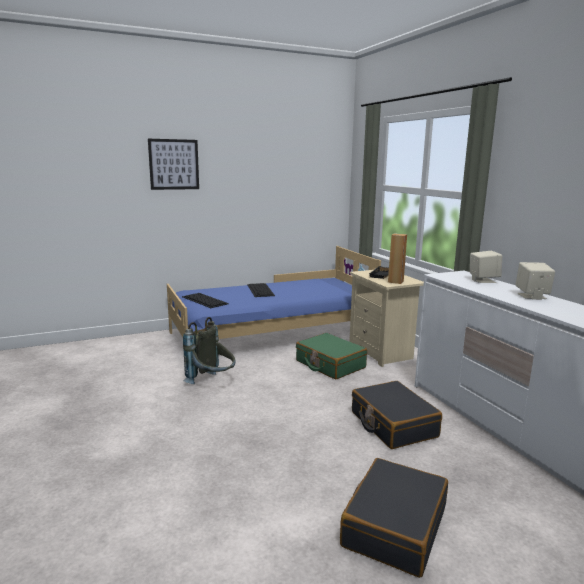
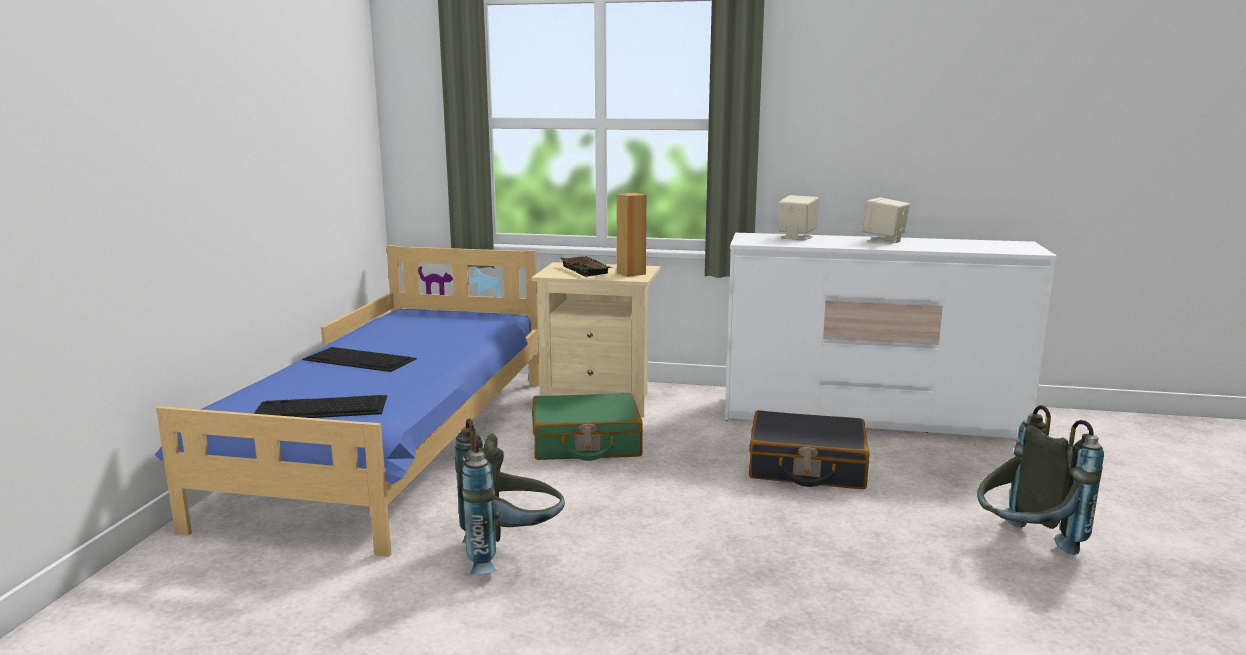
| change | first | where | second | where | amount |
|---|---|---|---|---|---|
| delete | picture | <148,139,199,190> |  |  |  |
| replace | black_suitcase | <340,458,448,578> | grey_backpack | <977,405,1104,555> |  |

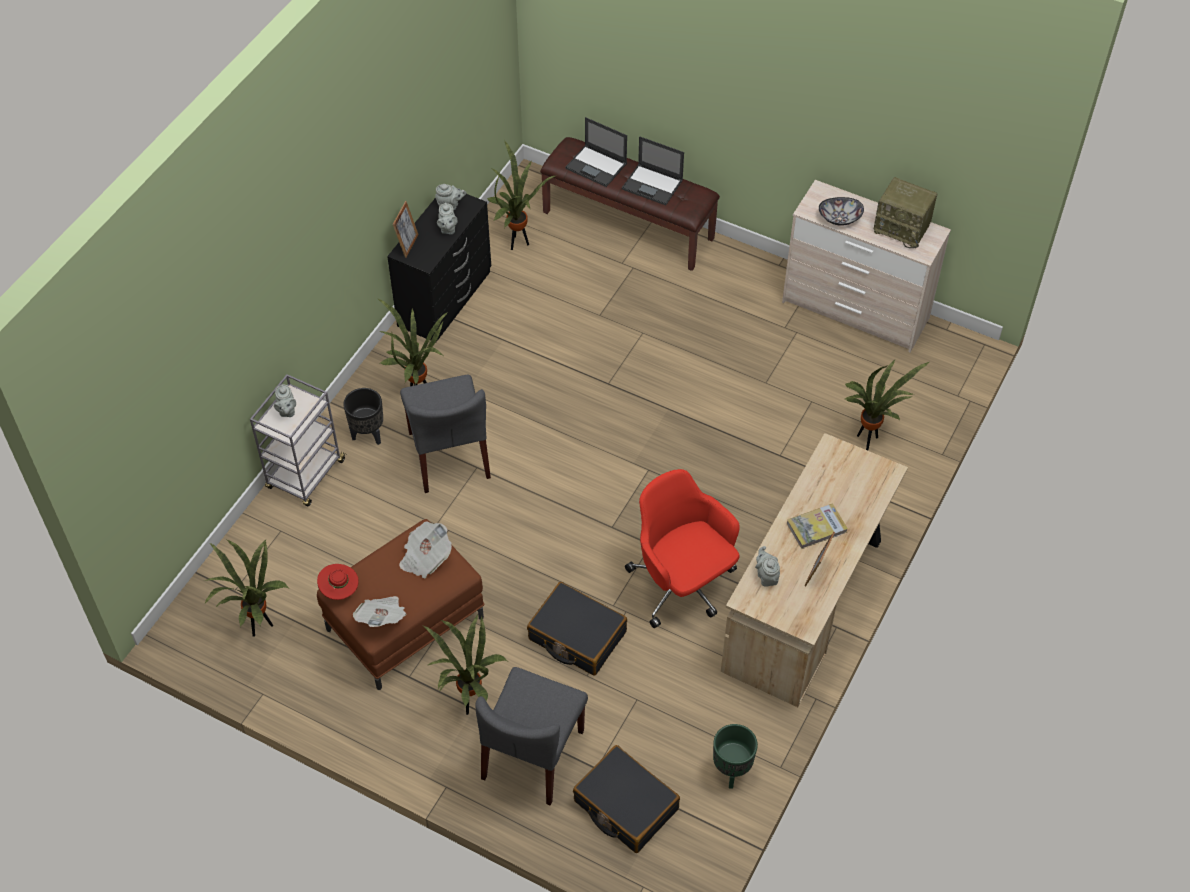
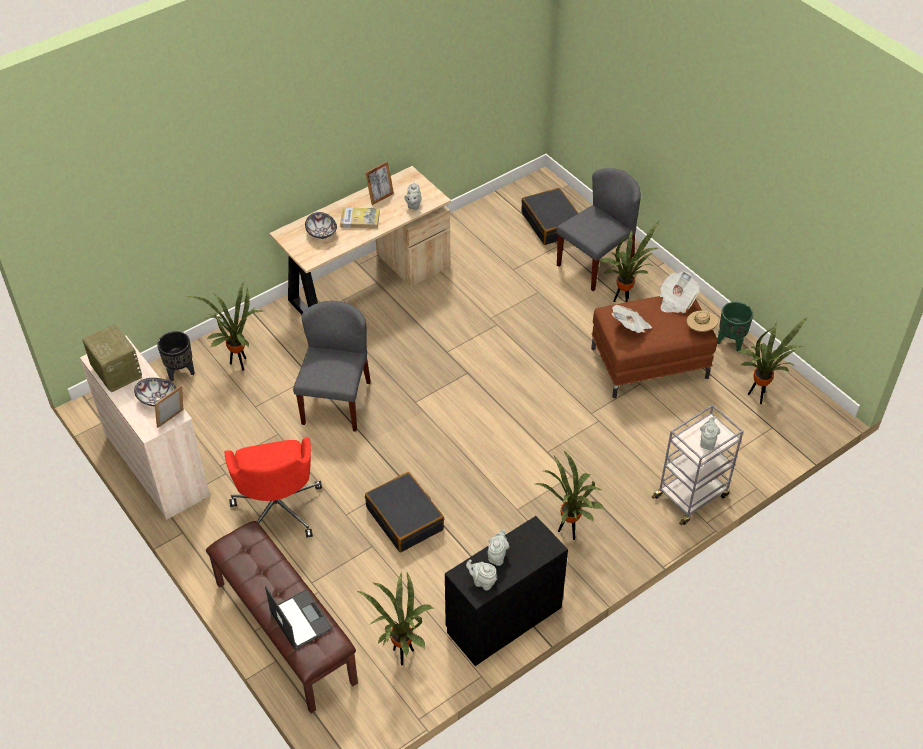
| change | first | where | second | where | amount |
|---|---|---|---|---|---|
| recolor | red_hat | <317,564,359,600> | beige_hat | <687,310,719,332> |  |
| move | black_planter | <343,388,383,445> |  | <157,331,195,381> |  |
| move | picture_frame | <393,201,419,258> |  | <155,386,183,428> |  |
| move | grey_chair | <400,375,491,493> |  | <293,301,371,431> |  |
| move | black_suitcase | <527,582,627,676> |  | <365,472,444,552> |  |
| delete | laptop | <622,136,684,205> |  |  |  |
| move | red_office_chair | <625,469,740,628> |  | <224,438,322,538> |  |
| move | green_planter | <713,724,758,789> |  | <717,302,753,352> |  |
| insert |  |  | bowl | <305,212,337,239> |  |

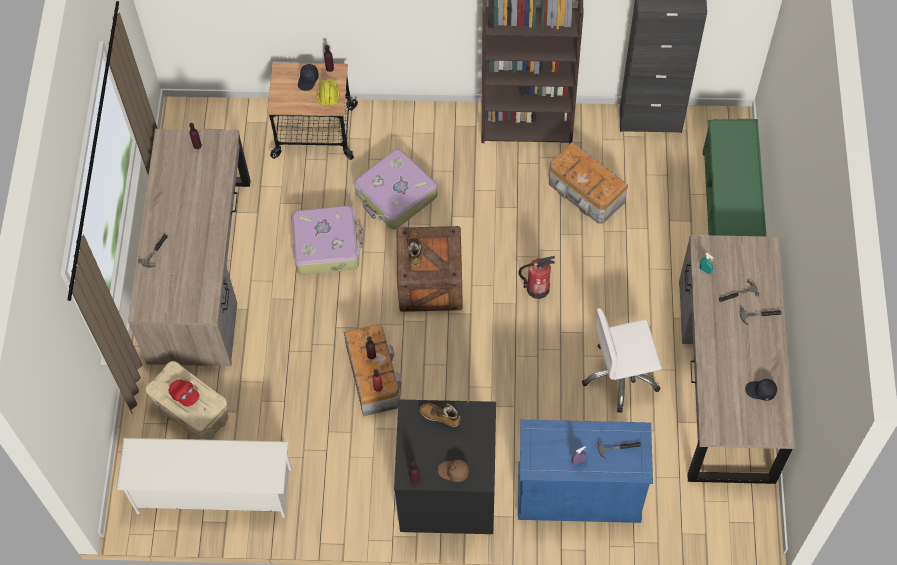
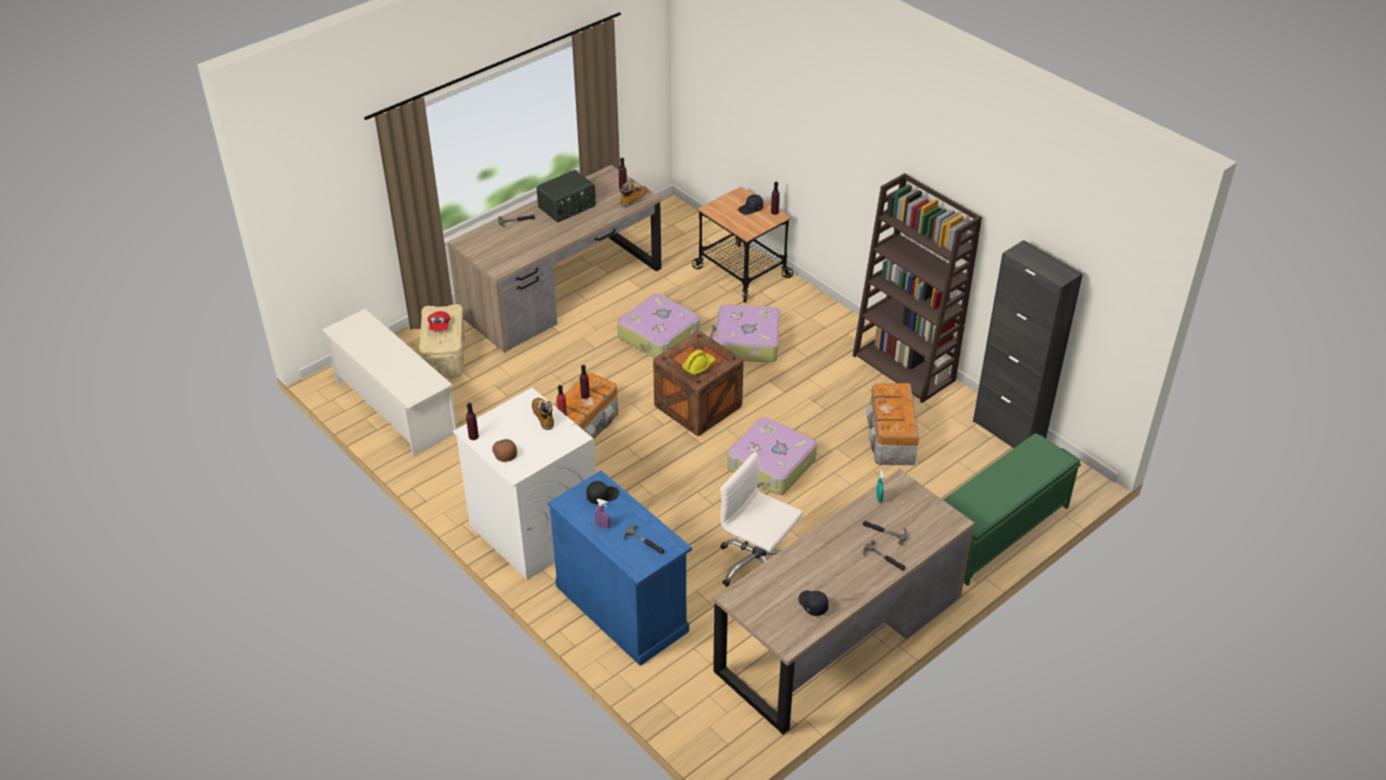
| change | first | where | second | where | amount |
|---|---|---|---|---|---|
| move | yellow_hard_hat | <317,79,339,106> |  | <682,349,715,375> |  |
| recolor | black_washing_machine | <394,400,496,534> | white_washing_machine | <453,388,596,580> |  |
| move | boot | <407,231,423,266> |  | <620,182,648,207> |  |
| replace | fire_extinguisher | <518,256,555,299> | suitcase | <727,417,817,495> |  |
| insert |  |  | radio | <537,170,596,223> |  |
| insert |  |  | black_cap | <586,481,619,504> |  |

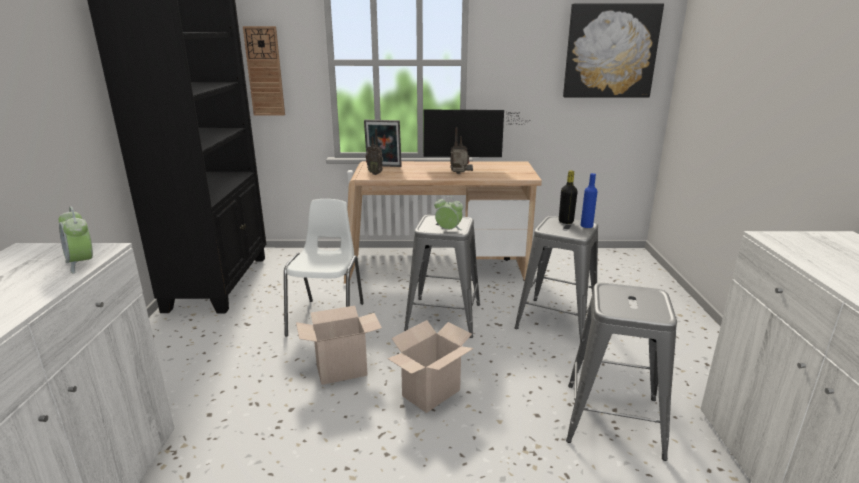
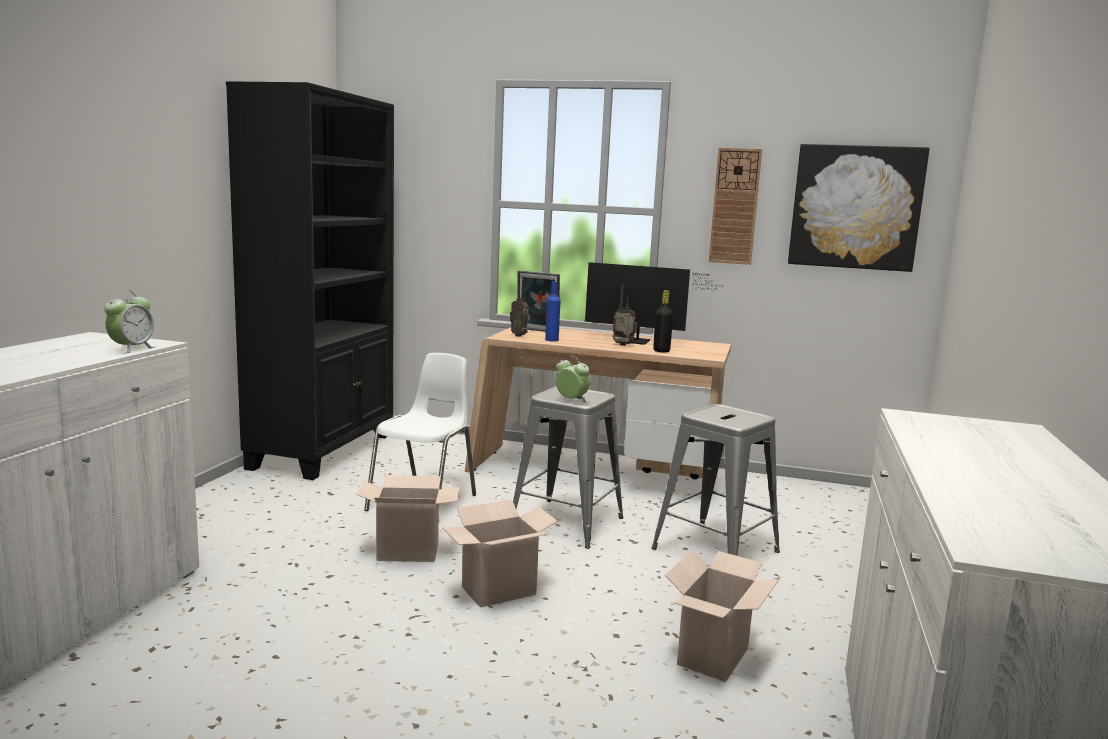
| change | first | where | second | where | amount |
|---|---|---|---|---|---|
| rotate | alarm_clock | <59,207,93,273> |  | <104,290,155,354> | 135 degrees counterclockwise |
| move | wall_clock | <243,26,285,116> |  | <709,148,762,265> |  |
| move | black_bottle | <559,170,578,224> |  | <653,290,673,353> |  |
| replace | grey_stool | <566,283,677,461> | cardboard_box | <665,550,779,682> |  |
| move | blue_bottle | <580,173,598,228> |  | <545,281,561,341> |  |

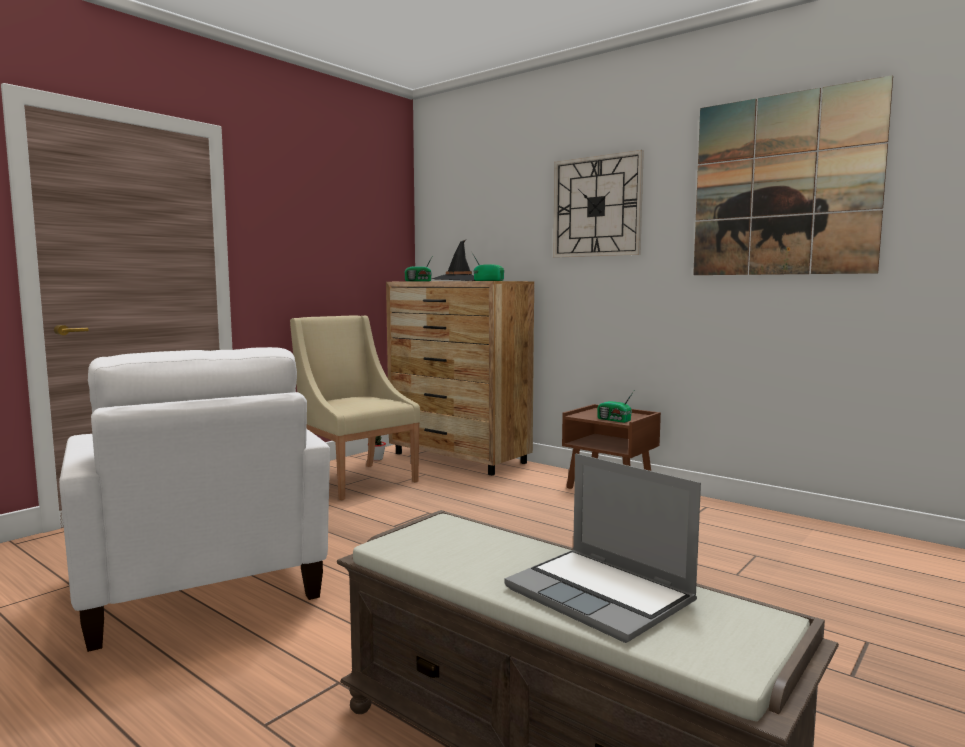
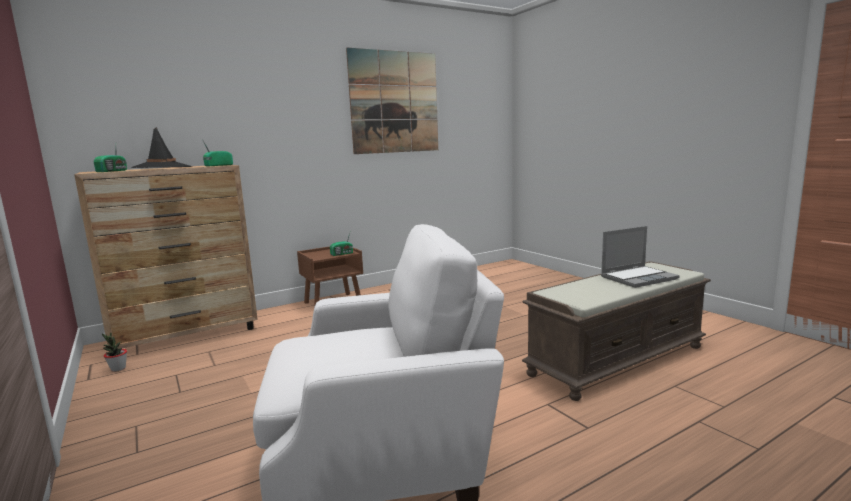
| change | first | where | second | where | amount |
|---|---|---|---|---|---|
| delete | beige_armchair | <290,316,420,500> |  |  |  |
| delete | wall_clock | <553,150,644,258> |  |  |  |

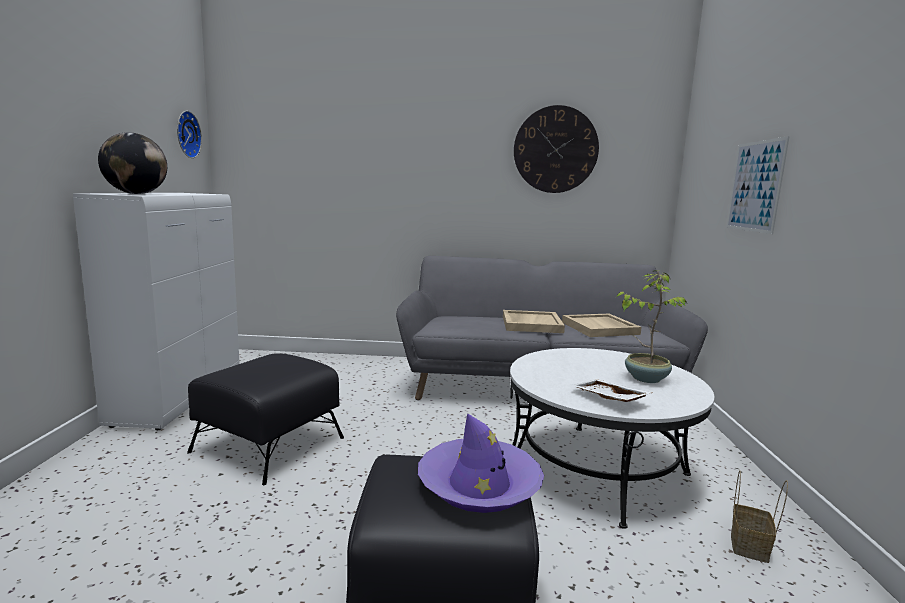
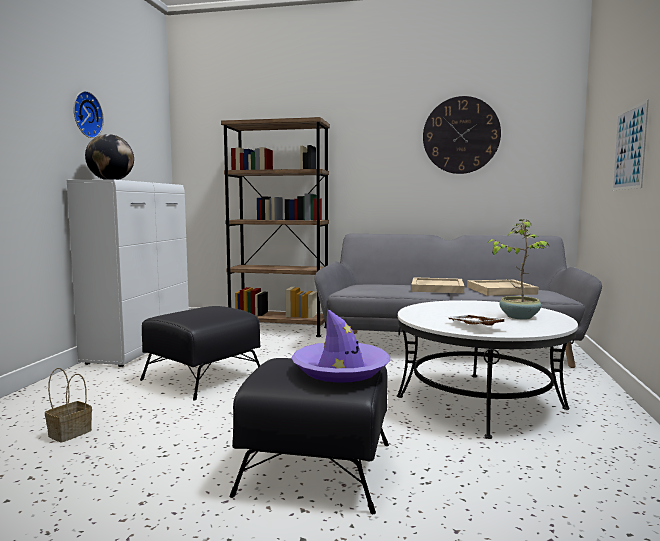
| change | first | where | second | where | amount |
|---|---|---|---|---|---|
| move | wall_clock | <177,111,202,158> |  | <74,91,104,138> |  |
| move | basket | <731,470,788,563> |  | <45,368,92,442> |  |
| insert |  |  | brown_bookcase | <221,117,330,337> |  |

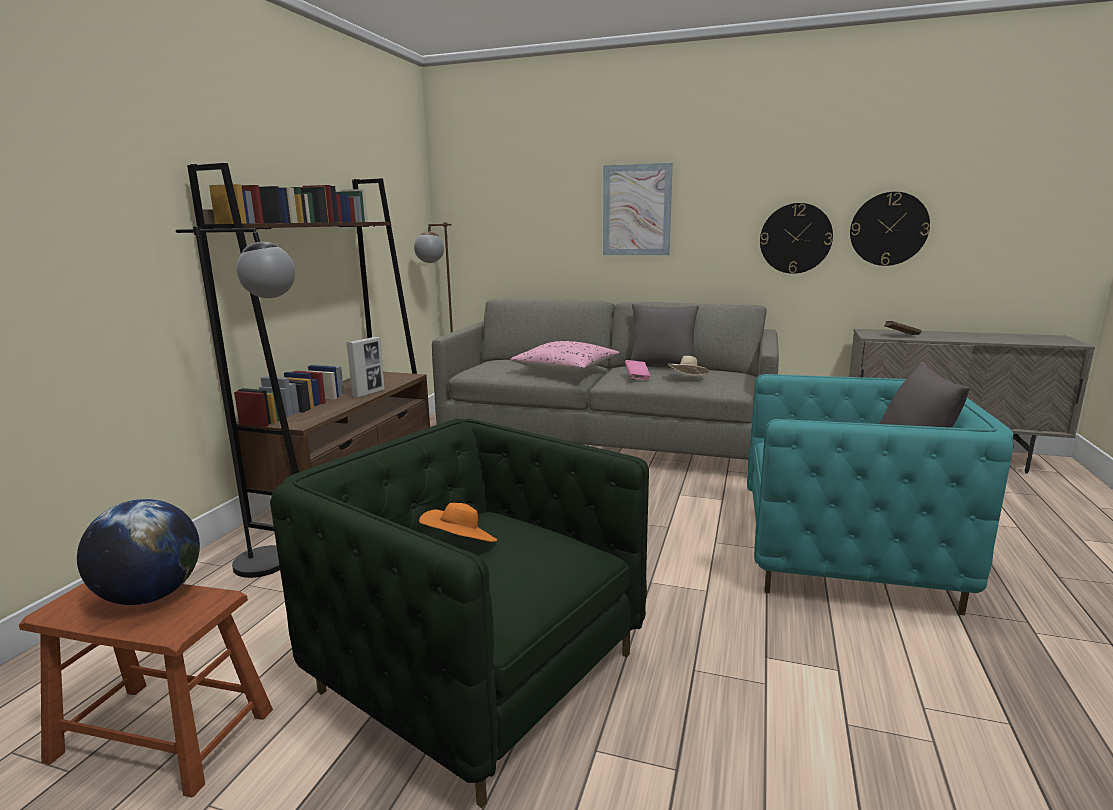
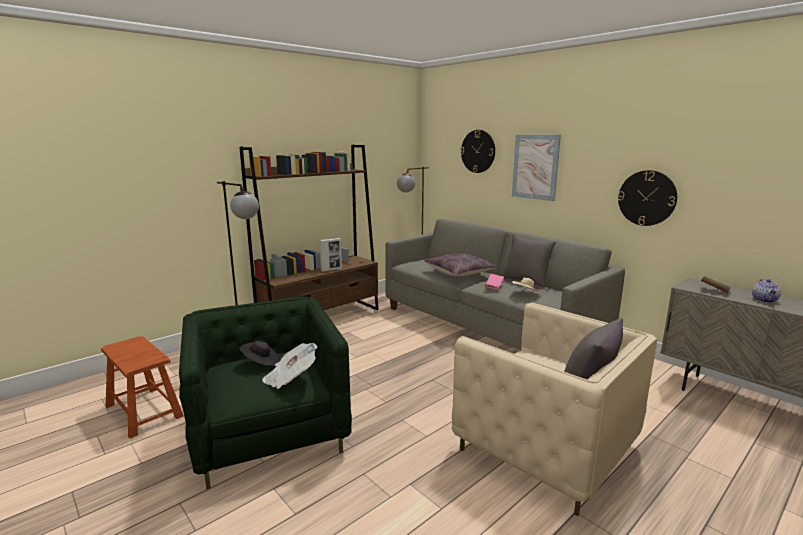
| change | first | where | second | where | amount |
|---|---|---|---|---|---|
| delete | globe | <77,499,200,605> |  |  |  |
| recolor | orange_hat | <419,503,497,542> | black_hat | <239,341,279,366> |  |
| recolor | pink_pillow | <510,341,619,373> | brown_pillow | <424,253,498,276> |  |
| recolor | turquoise_armchair | <747,374,1014,615> | beige_armchair | <452,303,657,516> |  |
| move | wall_clock | <850,192,930,266> |  | <460,130,495,173> |  |
| insert |  |  | newspaper | <262,343,318,389> |  |
| insert |  |  | teapot | <752,279,781,303> |  |

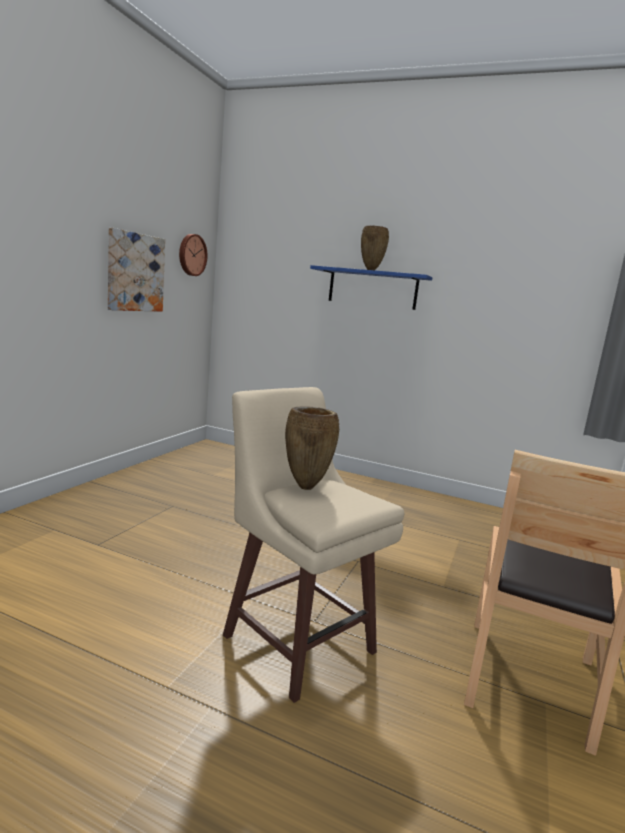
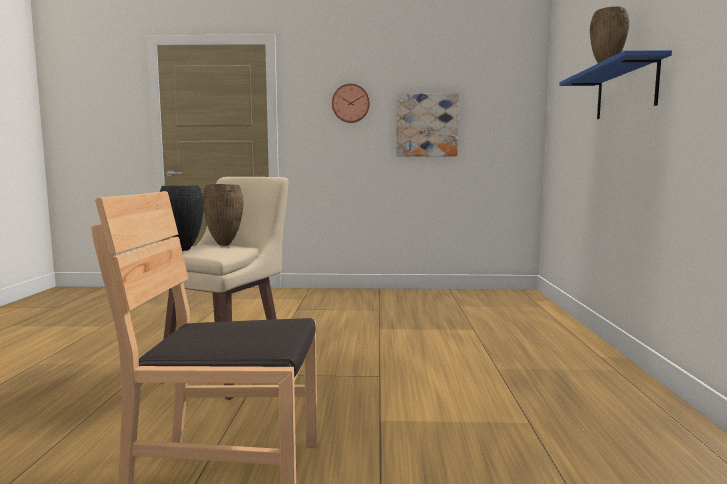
| change | first | where | second | where | amount |
|---|---|---|---|---|---|
| move | wall_clock | <179,234,207,276> |  | <332,84,370,123> |  |
| insert |  |  | black_vase | <160,185,204,251> |  |

